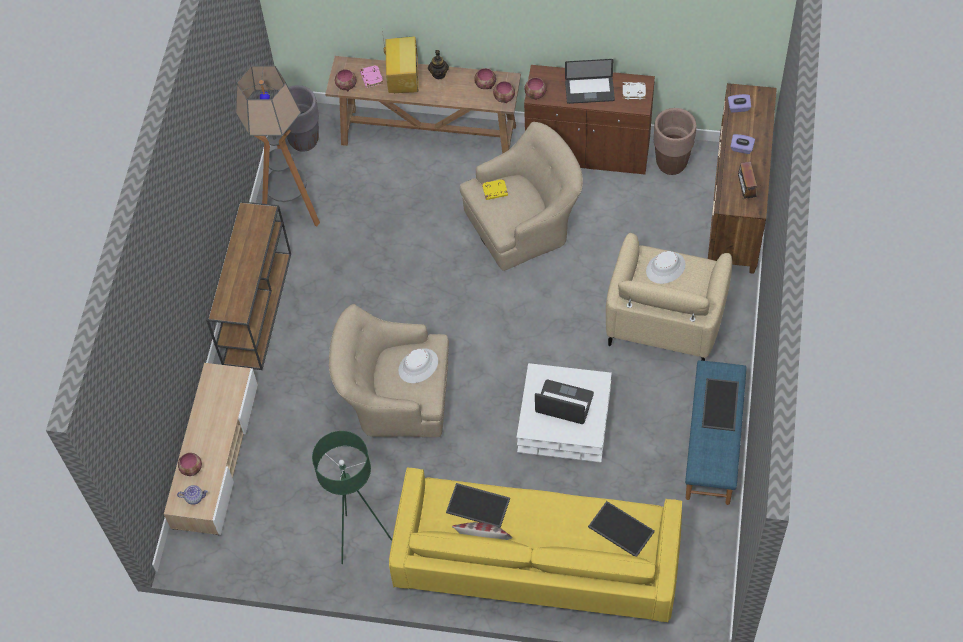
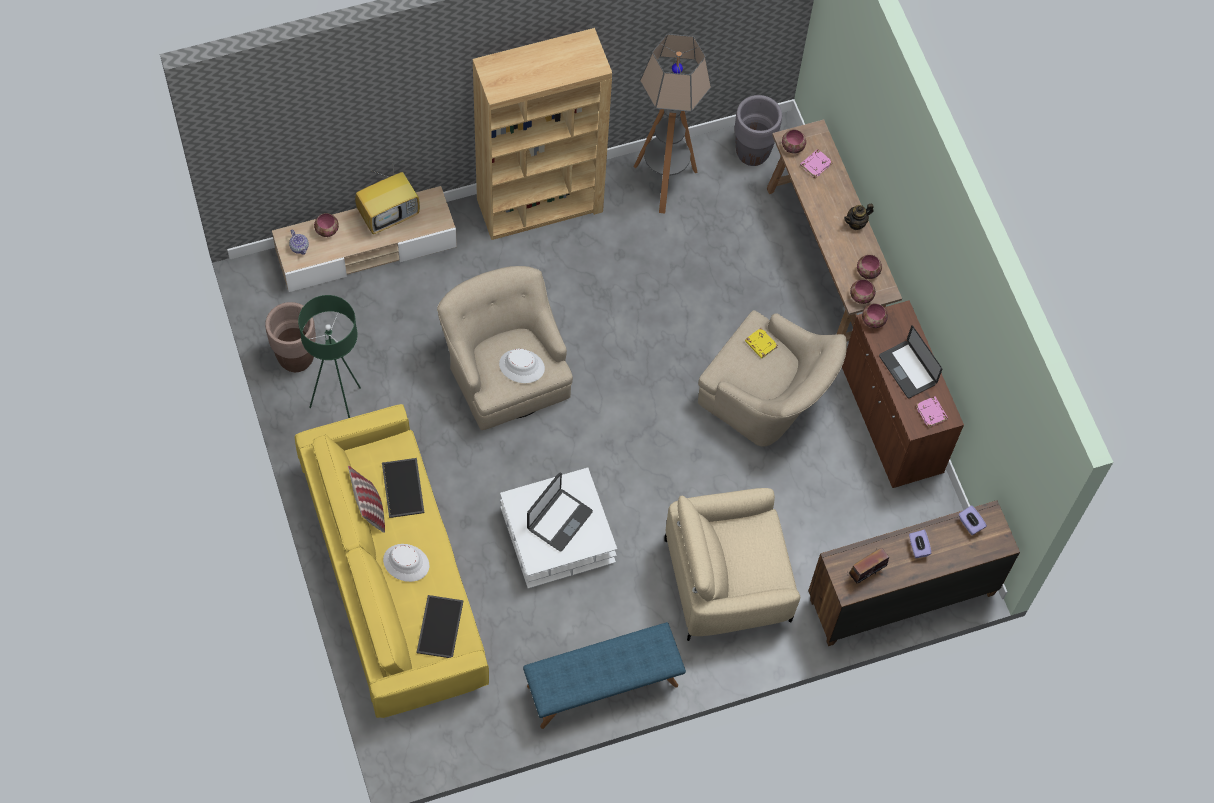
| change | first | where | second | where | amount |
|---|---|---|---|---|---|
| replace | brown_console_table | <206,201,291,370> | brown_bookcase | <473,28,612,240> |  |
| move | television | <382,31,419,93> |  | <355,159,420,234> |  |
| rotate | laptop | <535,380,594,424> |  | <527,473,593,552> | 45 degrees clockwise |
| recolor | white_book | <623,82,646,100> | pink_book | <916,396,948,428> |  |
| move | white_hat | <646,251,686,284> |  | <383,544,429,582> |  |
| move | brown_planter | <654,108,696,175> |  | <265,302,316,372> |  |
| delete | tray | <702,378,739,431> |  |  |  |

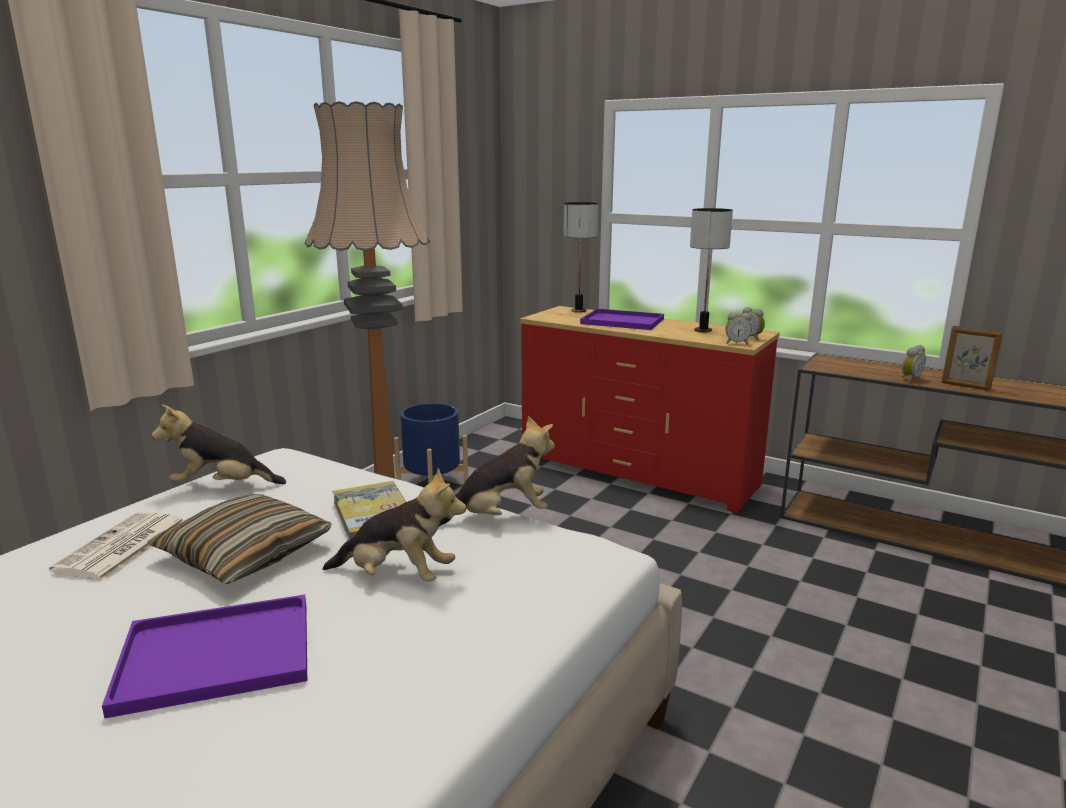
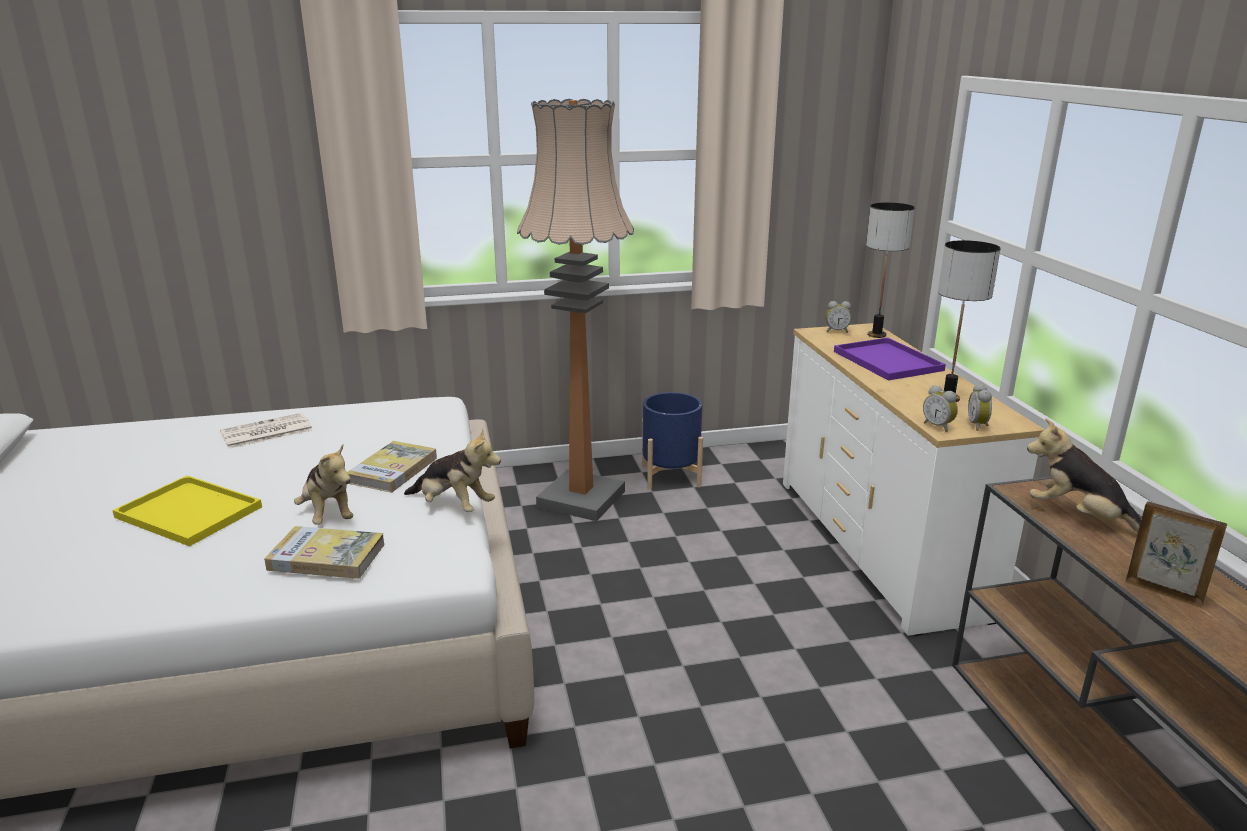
| change | first | where | second | where | amount |
|---|---|---|---|---|---|
| recolor | purple_tray | <102,595,307,718> | yellow_tray | <112,475,262,547> |  |
| delete | pillow | <147,494,332,584> |  |  |  |
| move | plush_toy | <152,405,286,484> |  | <1027,418,1141,532> |  |
| recolor | red_dresser | <520,306,780,513> | white_dresser | <783,323,1045,636> |  |
| move | alarm_clock | <902,345,926,382> |  | <825,301,851,333> |  |
| rotate | picture_frame | <941,326,1003,391> |  | <1126,501,1227,608> | 135 degrees clockwise |
| insert |  |  | book | <264,526,385,579> |  |

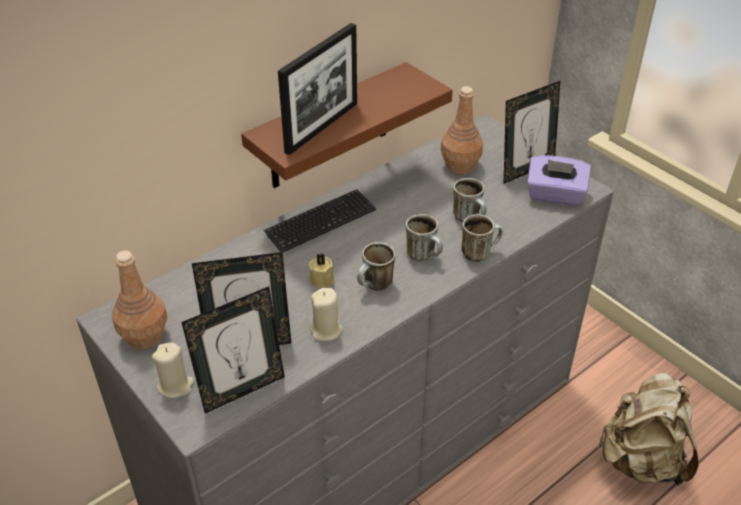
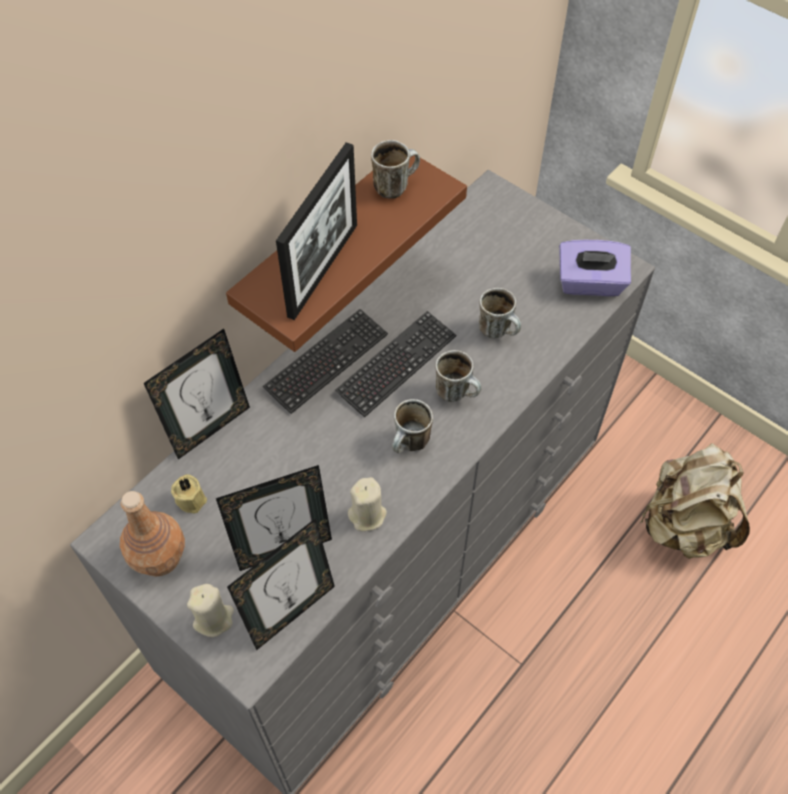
| change | first | where | second | where | amount |
|---|---|---|---|---|---|
| move | beige_candle | <309,253,335,288> |  | <171,474,207,513> |  |
| delete | brown_bottle | <440,86,483,174> |  |  |  |
| move | mug | <462,214,503,262> |  | <371,140,420,199> |  |
| move | picture_frame | <503,80,561,184> |  | <144,329,250,459> |  |
| insert |  |  | keyboard | <335,311,456,418> |  |

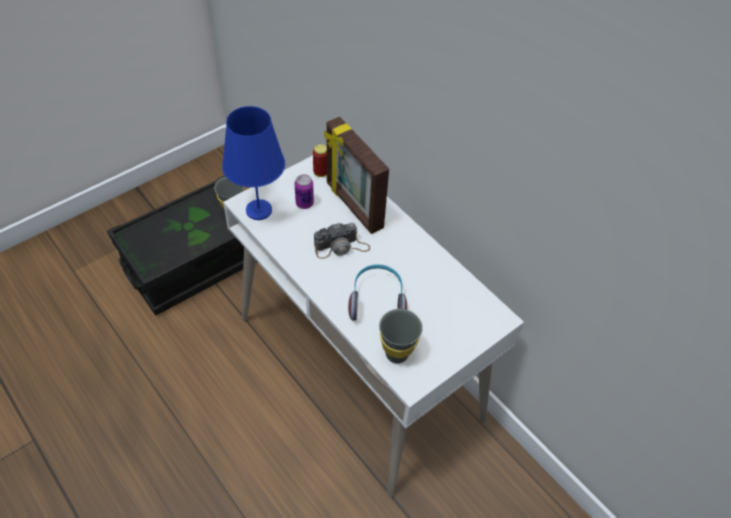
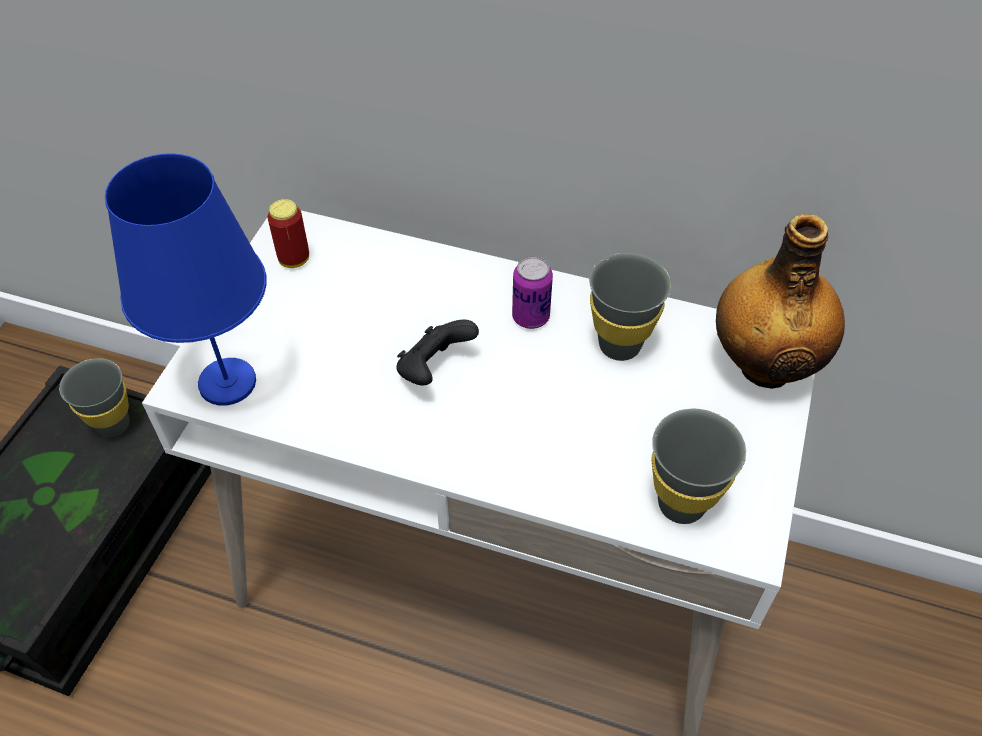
| change | first | where | second | where | amount |
|---|---|---|---|---|---|
| move | can | <295,174,314,209> |  | <512,256,553,329> |  |
| replace | photo_camera | <314,223,370,259> | black_game_controller | <396,319,479,386> |  |
| delete | picture_frame | <324,117,389,234> |  |  |  |
| delete | headphones | <348,264,407,321> |  |  |  |
| insert |  |  | grey_cup | <589,253,671,361> |  |
| insert |  |  | bottle | <716,214,845,389> |  |

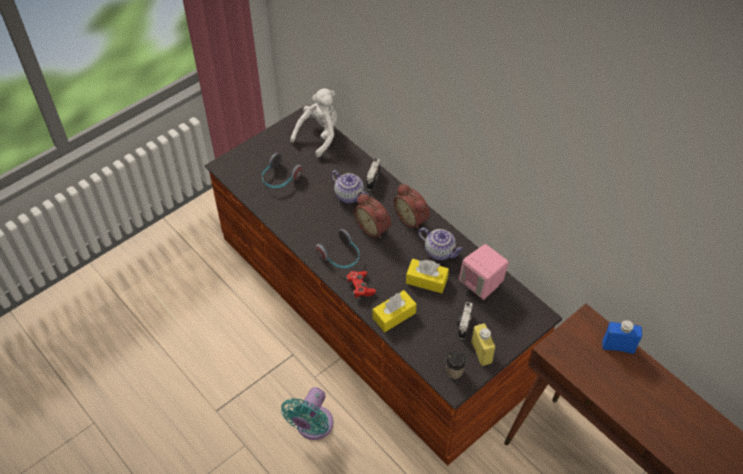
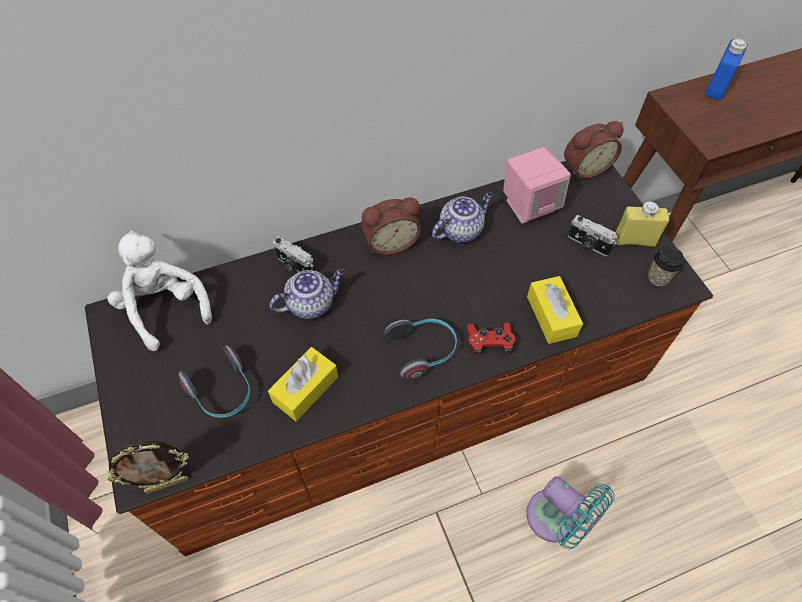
| change | first | where | second | where | amount |
|---|---|---|---|---|---|
| move | alarm_clock | <354,194,391,239> |  | <564,121,624,179> |  |
| move | yellow_tissue_box | <406,259,449,293> |  | <268,347,338,421> |  |
| insert |  |  | picture_frame | <107,441,189,493> |  |

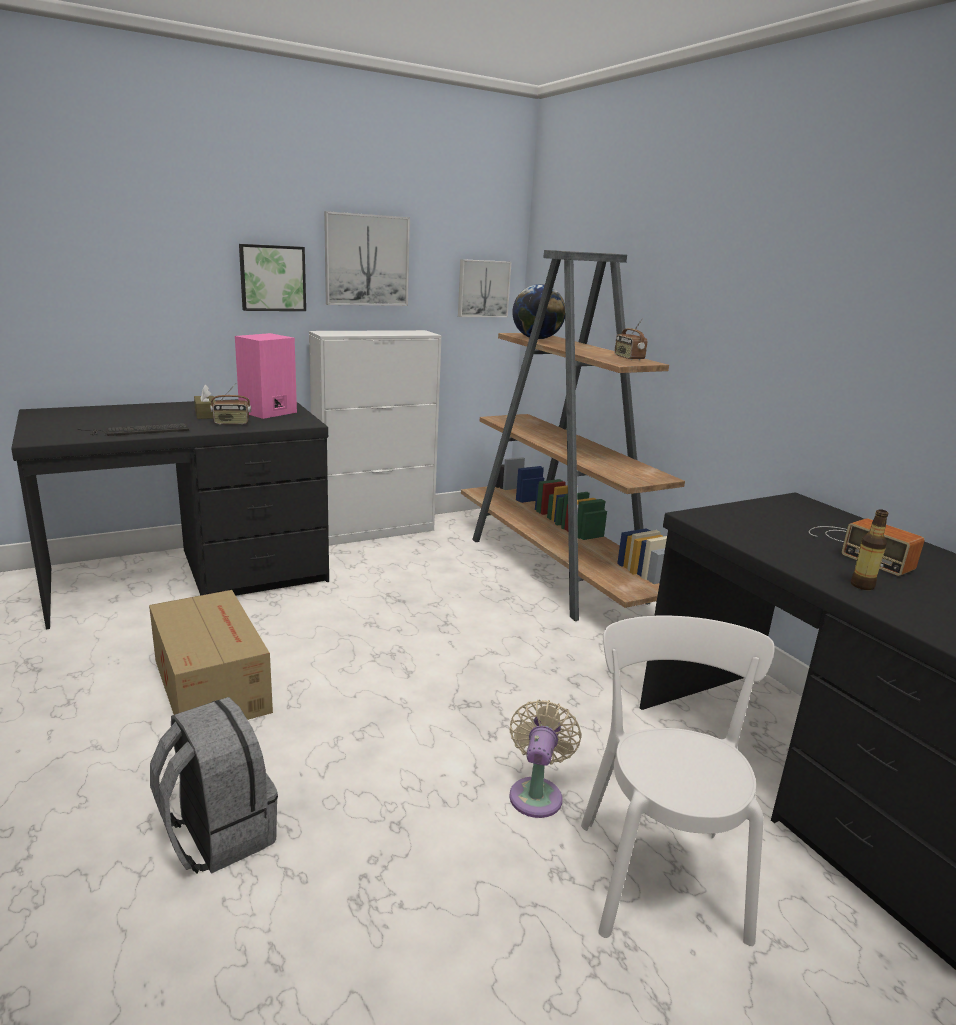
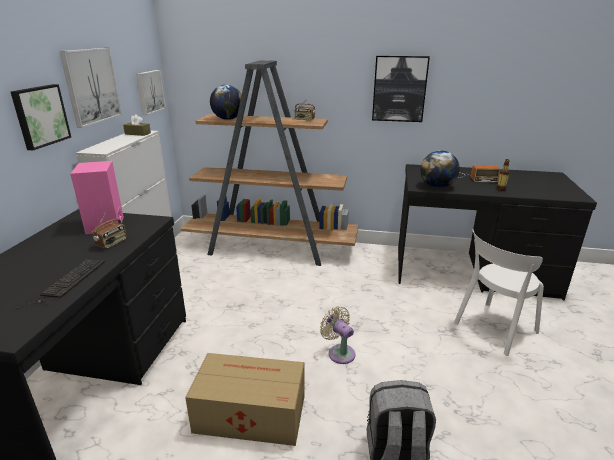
| change | first | where | second | where | amount |
|---|---|---|---|---|---|
| move | brown_tissue_box | <194,385,215,419> |  | <123,114,151,136> |  |
| move | beige_fan | <509,700,582,818> |  | <320,306,355,364> |  |
| rotate | white_chair | <581,615,775,946> |  | <454,230,544,356> | 75 degrees counterclockwise |
| insert |  |  | picture | <372,56,430,122> |  |
| insert |  |  | globe | <420,150,460,188> |  |

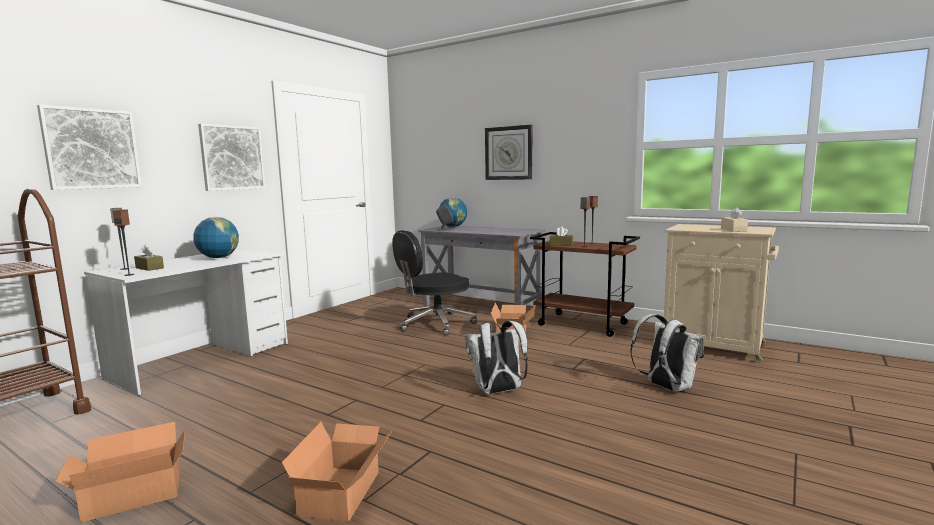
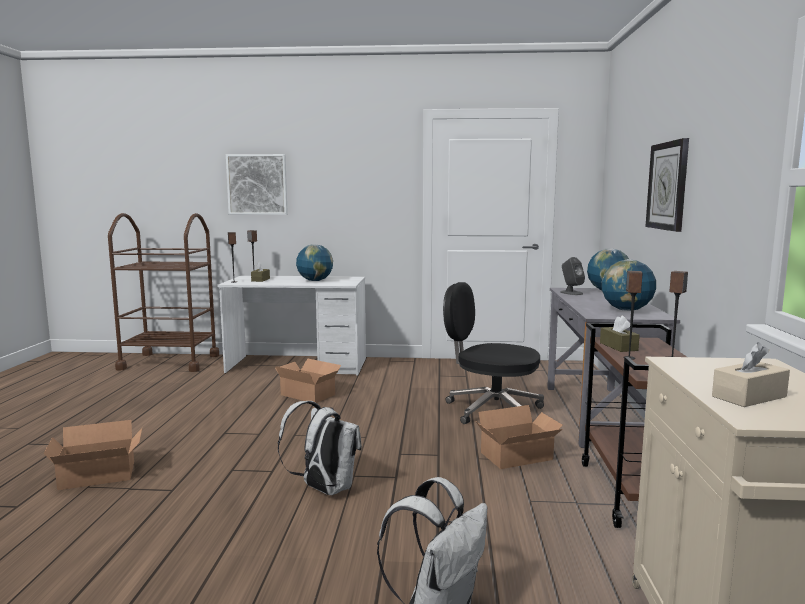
| change | first | where | second | where | amount |
|---|---|---|---|---|---|
| move | cardboard_box | <56,422,185,522> |  | <275,358,341,403> |  |
| delete | picture | <198,124,265,191> |  |  |  |
| insert |  |  | globe | <602,259,656,311> |  |

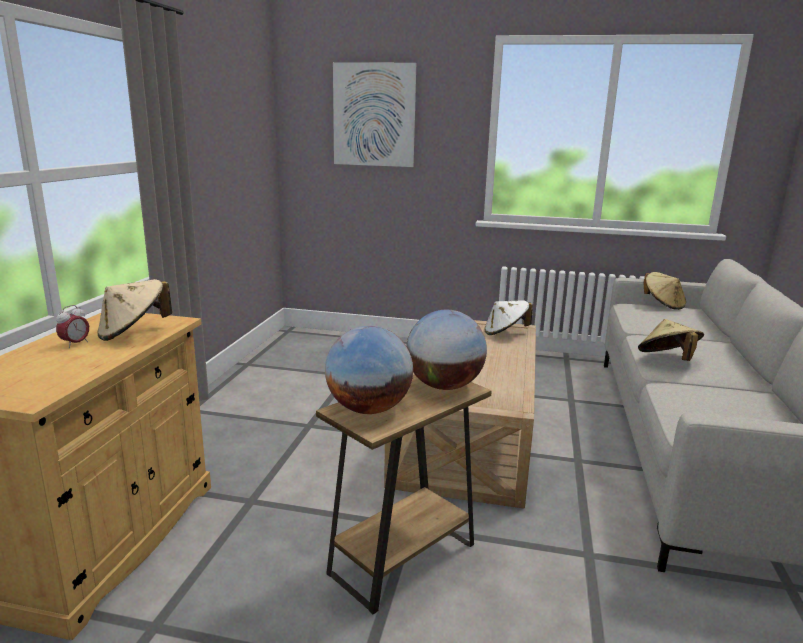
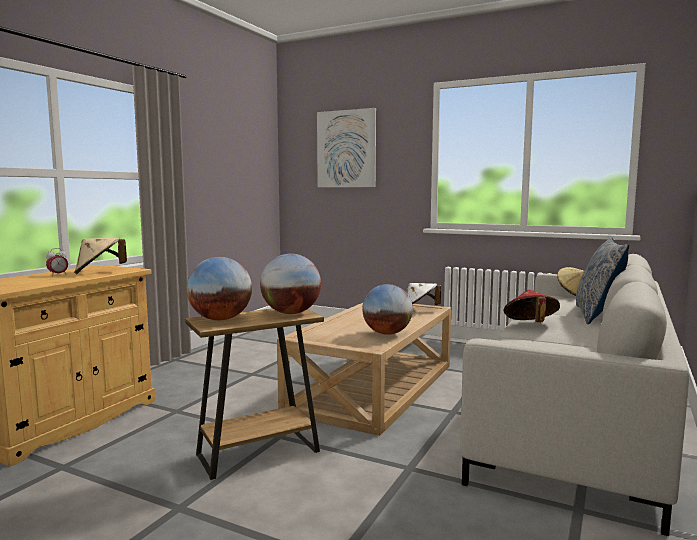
| change | first | where | second | where | amount |
|---|---|---|---|---|---|
| recolor | beige_hat | <638,319,704,361> | red_hat | <504,290,560,322> |  |
| insert |  |  | globe | <362,284,413,335> |  |
| insert |  |  | pillow | <576,237,629,324> |  |

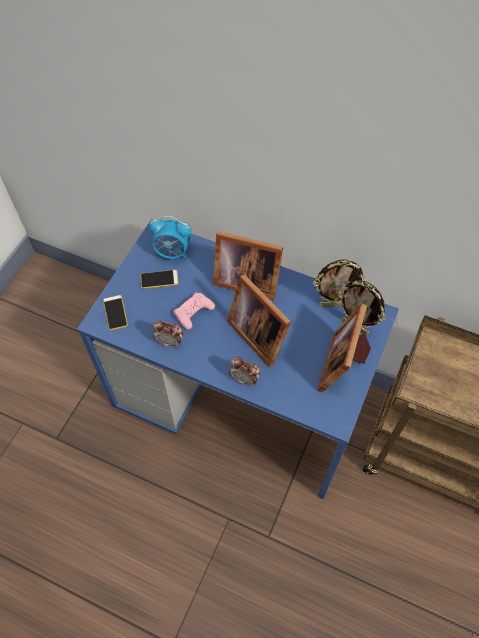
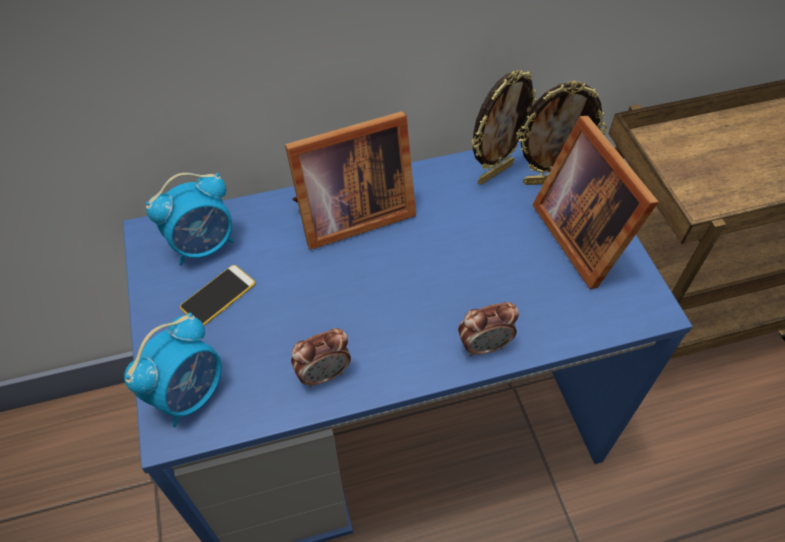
| change | first | where | second | where | amount |
|---|---|---|---|---|---|
| replace | phone | <103,295,128,330> | alarm_clock | <124,313,222,428> |  |
| delete | pink_game_controller | <173,293,215,330> |  |  |  |
| delete | picture_frame | <227,274,291,367> |  |  |  |

